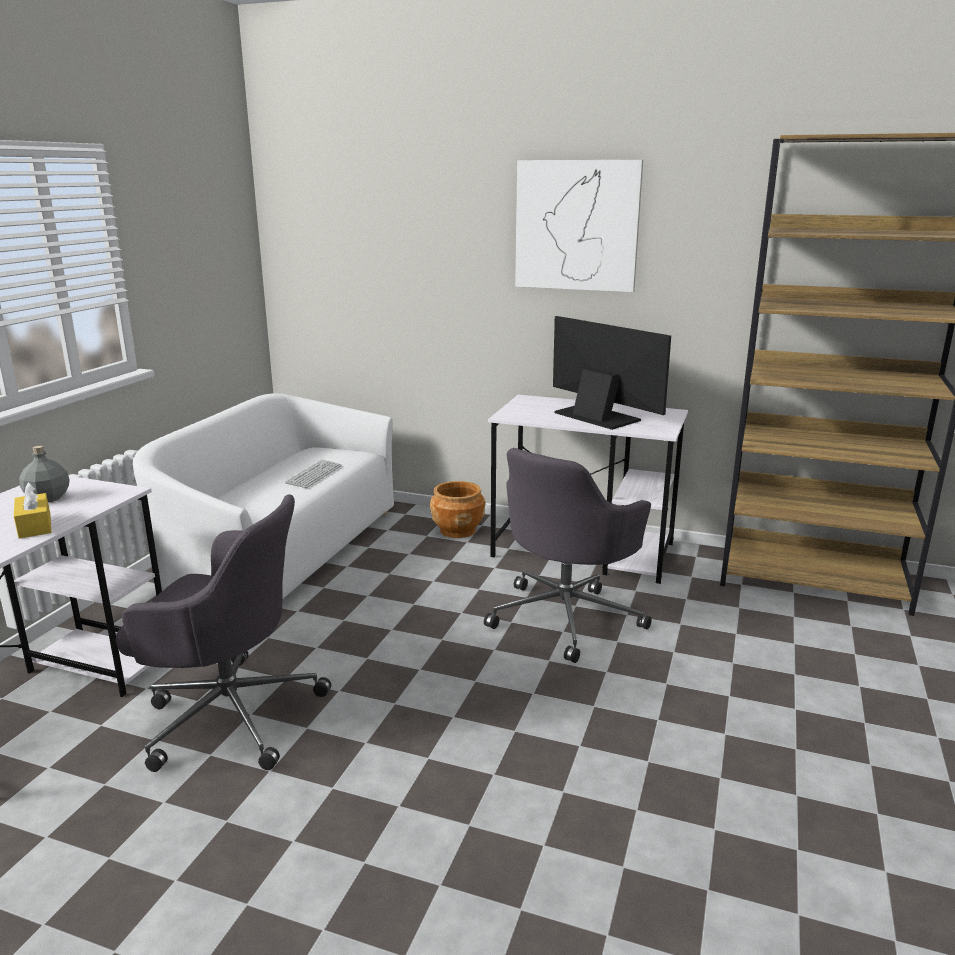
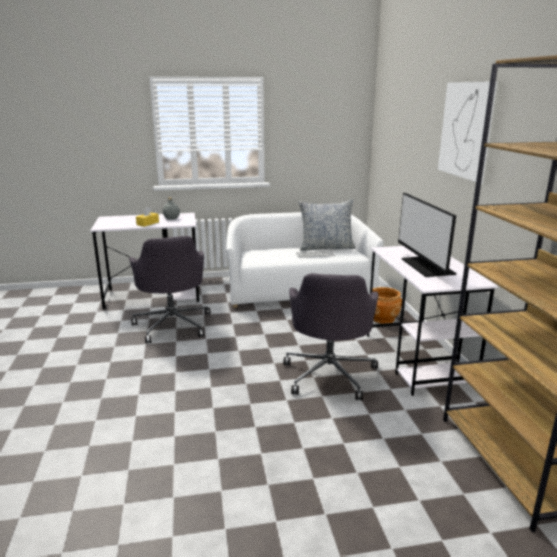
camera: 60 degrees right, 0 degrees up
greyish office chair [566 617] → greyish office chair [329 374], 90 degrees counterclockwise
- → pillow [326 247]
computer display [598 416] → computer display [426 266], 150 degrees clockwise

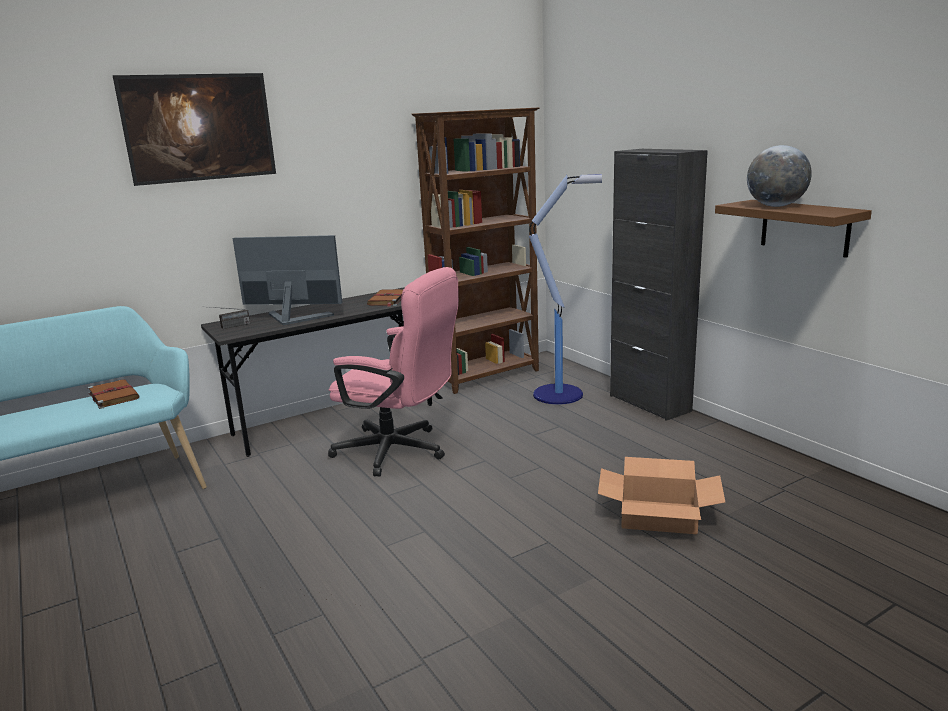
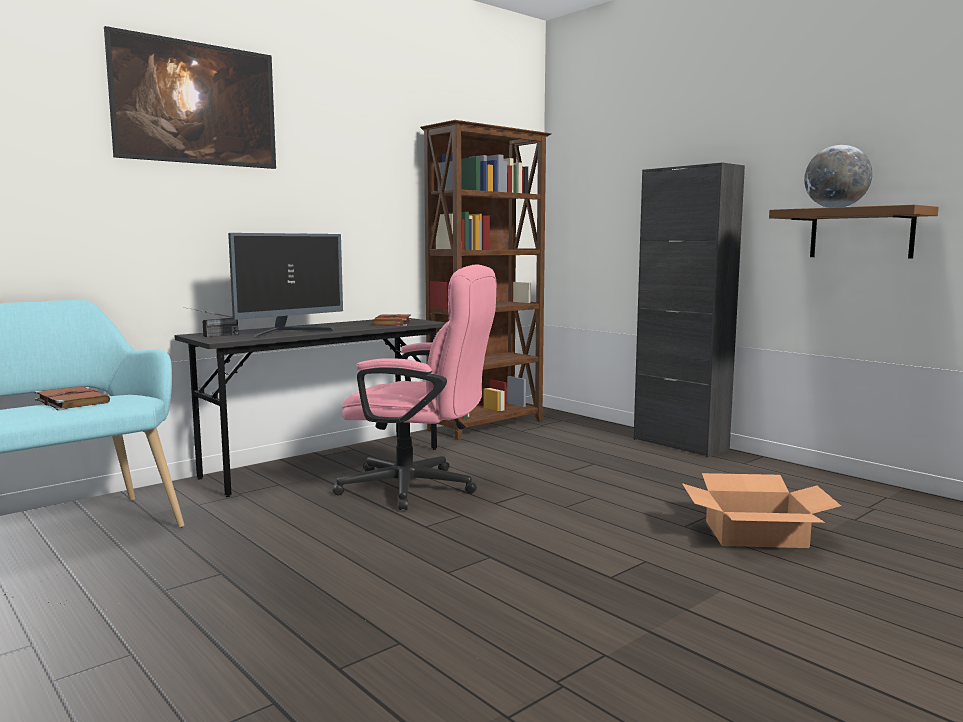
camera: 10 degrees left, 10 degrees down
computer display [292 319] → computer display [289 332], 135 degrees clockwise
standing lamp [560 394] → -

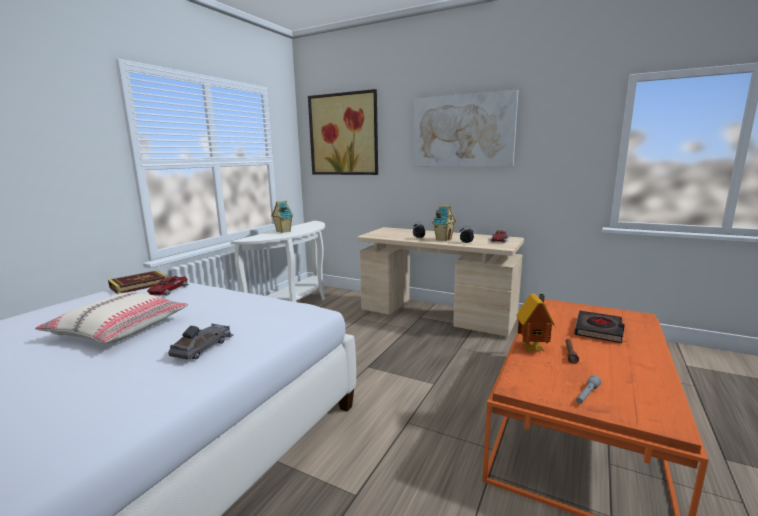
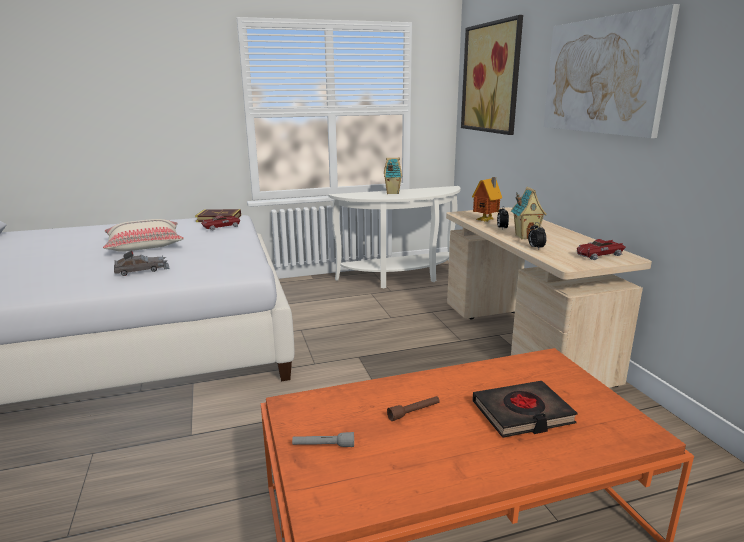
camera: 45 degrees right, 5 degrees up
toy house [533 348] → toy house [486 221], shifted

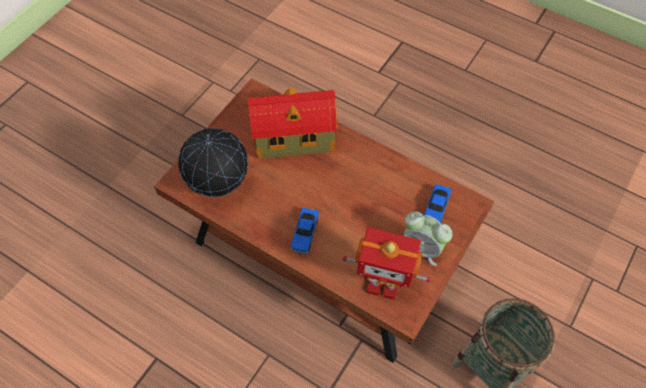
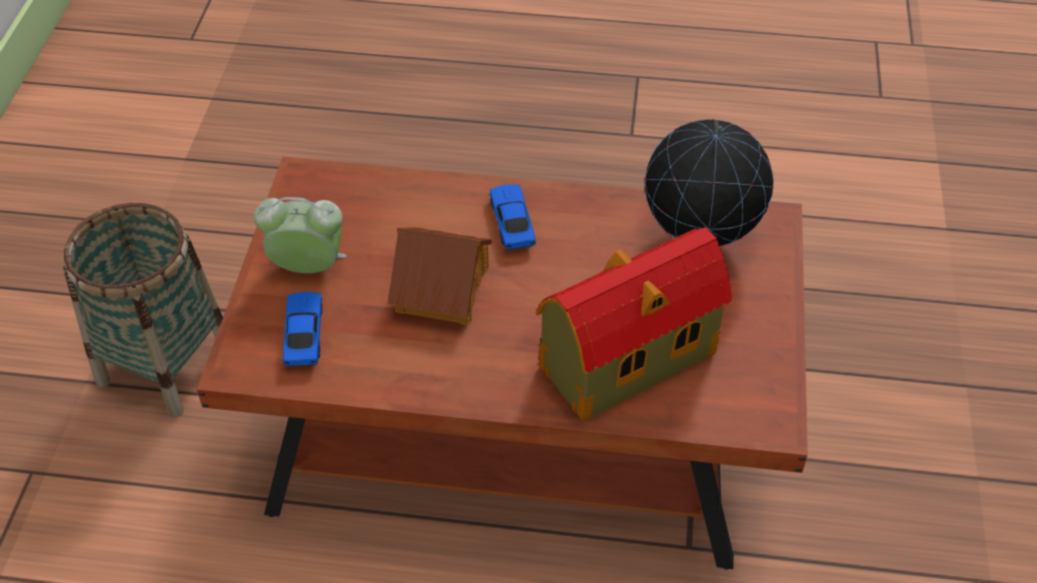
camera: 155 degrees right, 10 degrees down
- → toy house [440 288]
model robot [383 286] → -

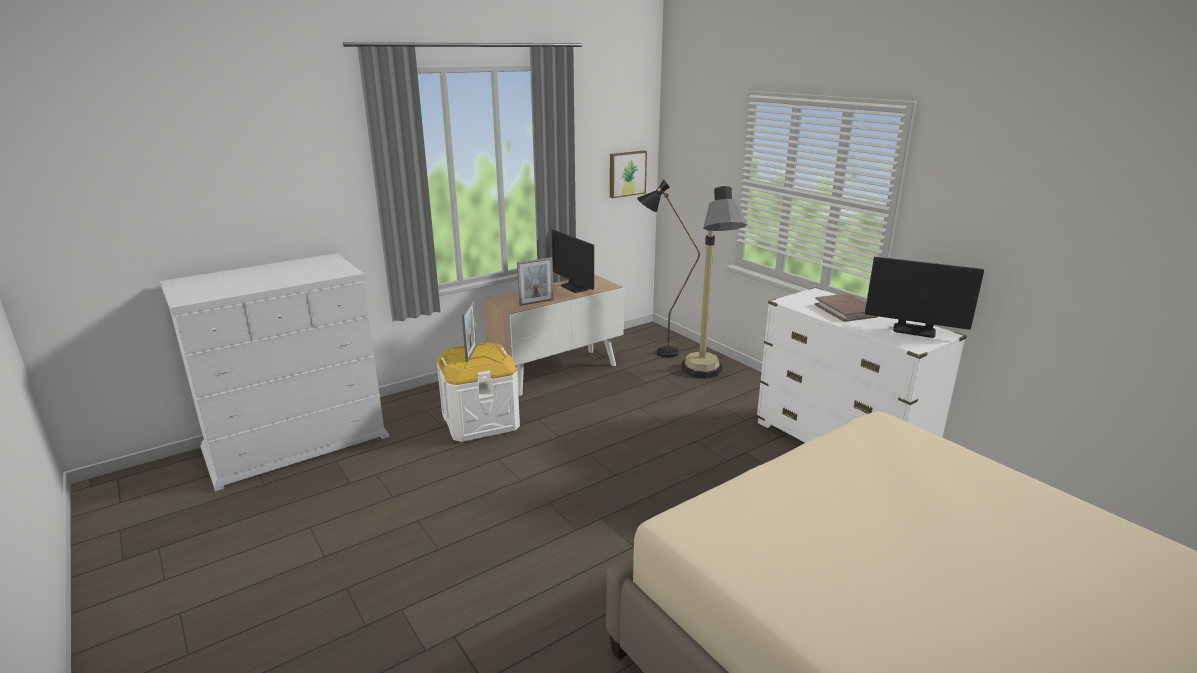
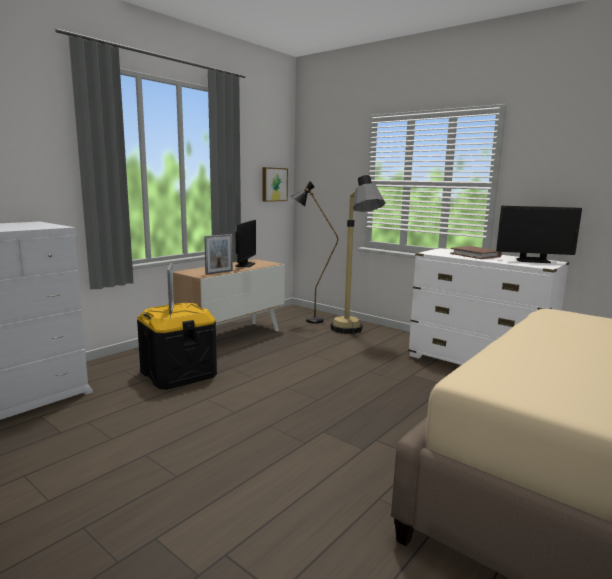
camera: 15 degrees left, 10 degrees down
whitish storage box [480 421] → black storage box [178 374]
computer display [574 287] → computer display [245 265], 120 degrees counterclockwise

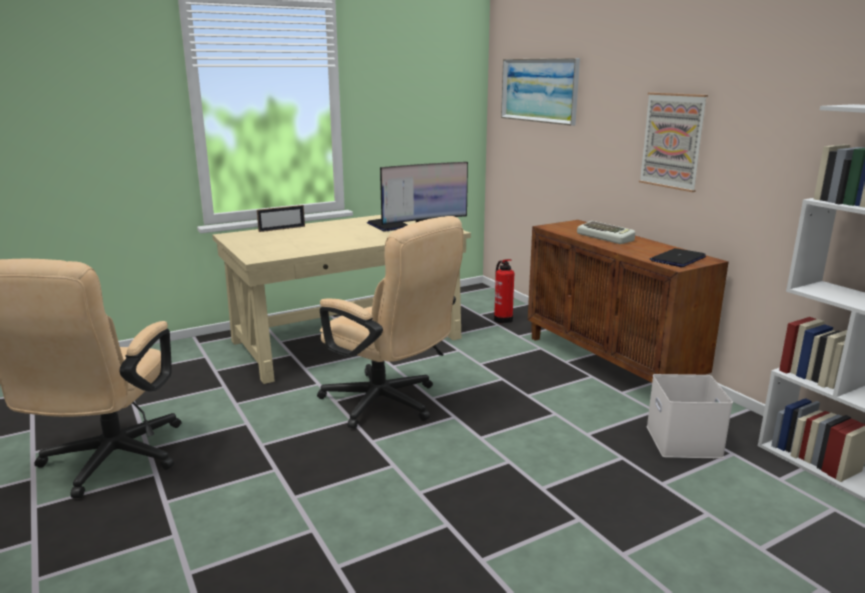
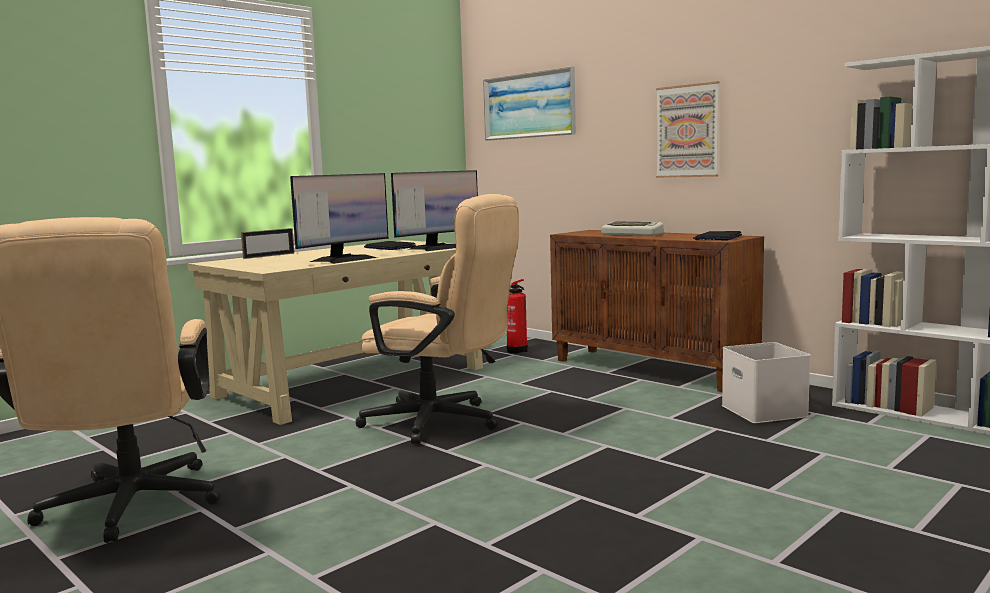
camera: 15 degrees left, 10 degrees down
- → computer display [344 259]

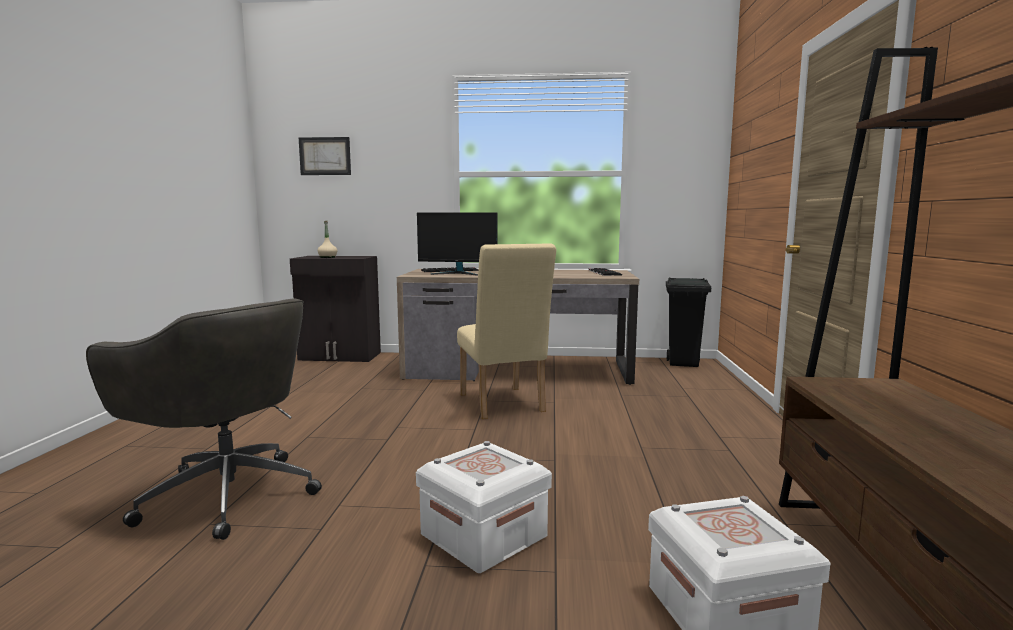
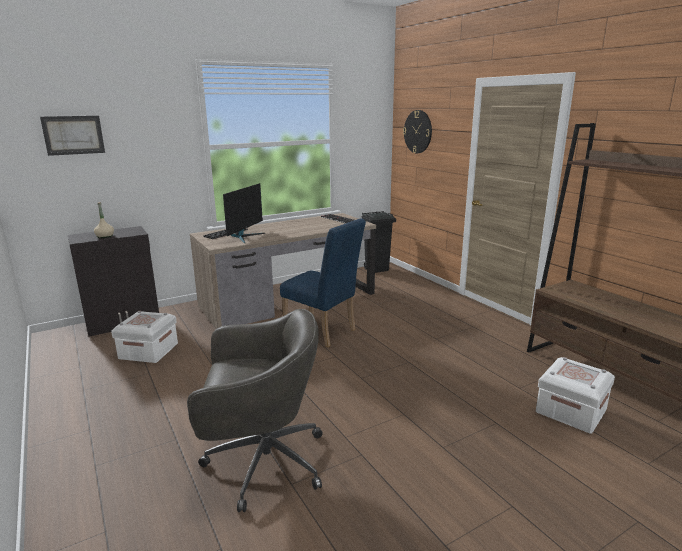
camera: 35 degrees left, 10 degrees up
whitish storage box [483 535] → whitish storage box [148 351], shifted
computer display [458 273] → computer display [245 237], 45 degrees counterclockwise
beige-coloured chair [503 405] → blue-coloured chair [323 332]
- → clock on the wall [418 131]

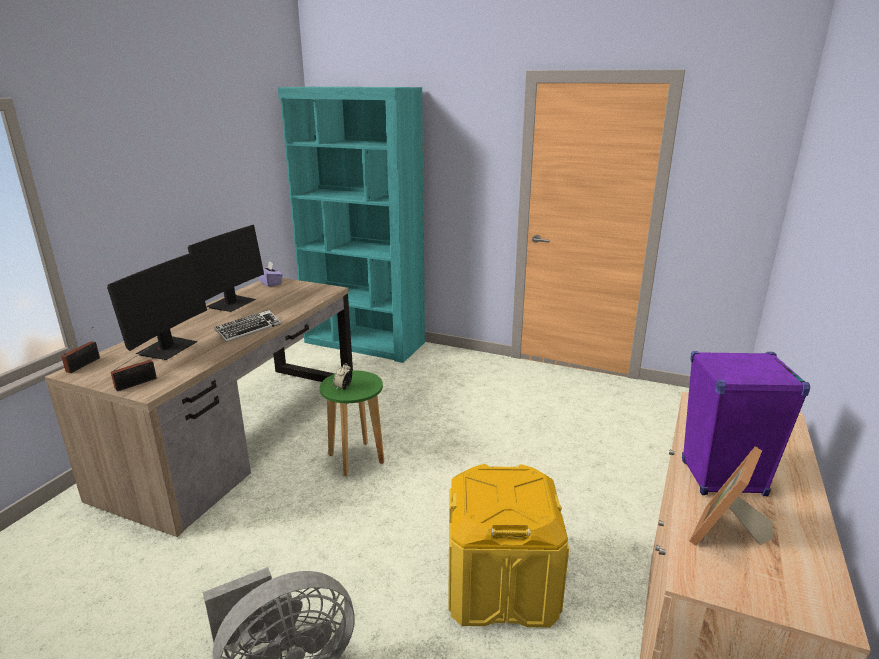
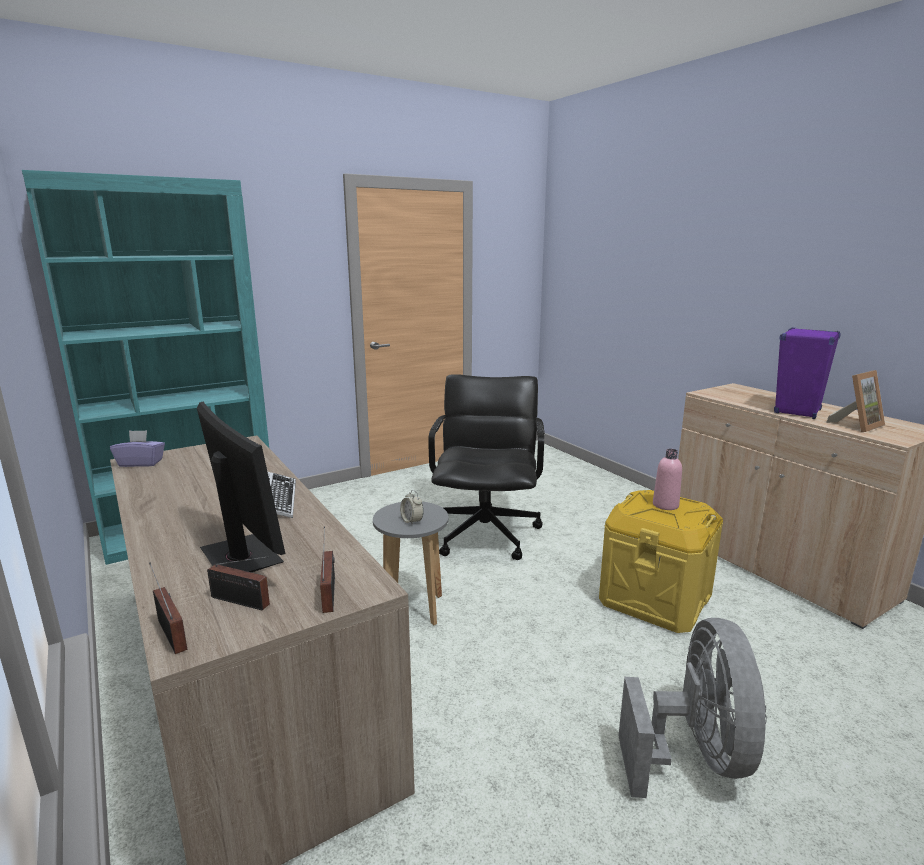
camera: 55 degrees left, 5 degrees down
- → radio [242 602]
green-coloured stool [356 459] → greyish stool [413 609]
- → black office chair [485 533]
- → pink-coloured bottle [665 505]
picture frame [726 535] → picture frame [857 425], 105 degrees counterclockwise
computer display [232 304] → -

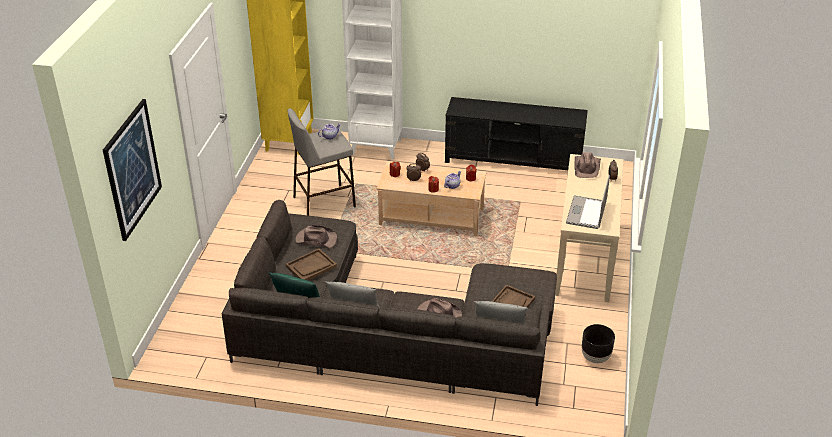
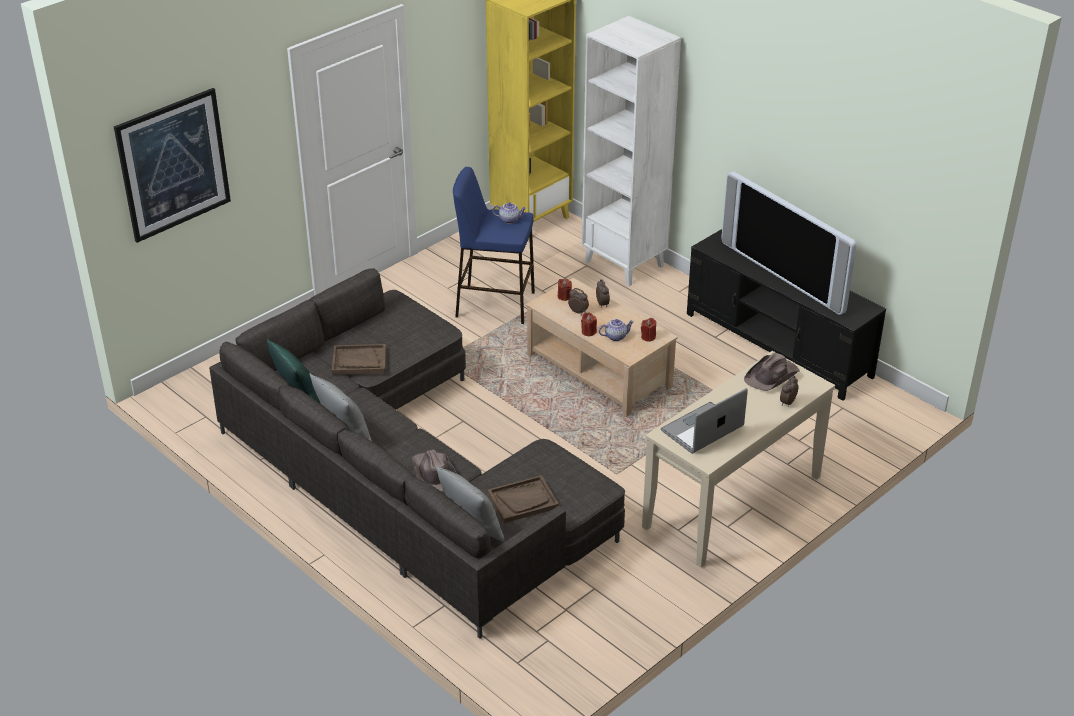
camera: 35 degrees right, 0 degrees up
greyish stool [323 202] → blue-coloured stool [494 304]
- → TV [785 275]
brown hat [315 239] → -
black plant pot [595 357] → -

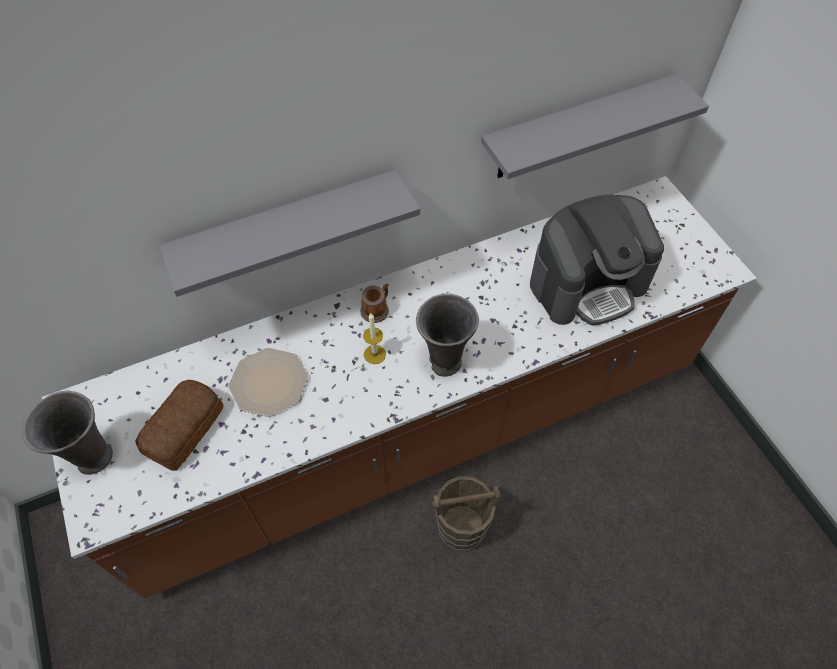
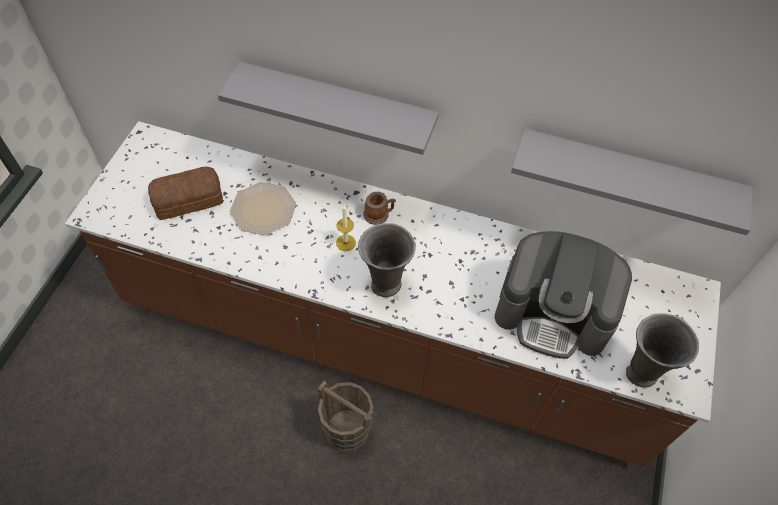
camera: 40 degrees right, 0 degrees up
greyish flower vase [93 459] → greyish flower vase [640 373], shifted

